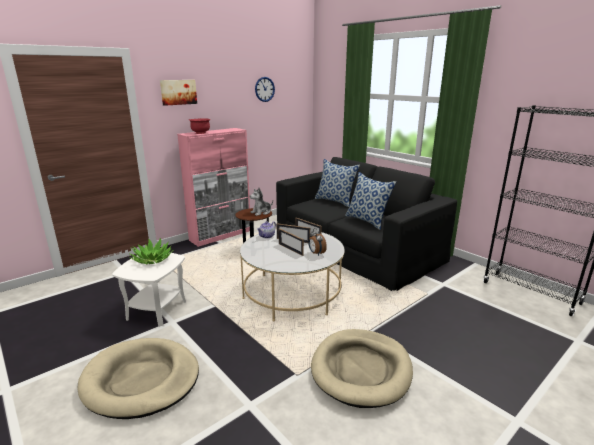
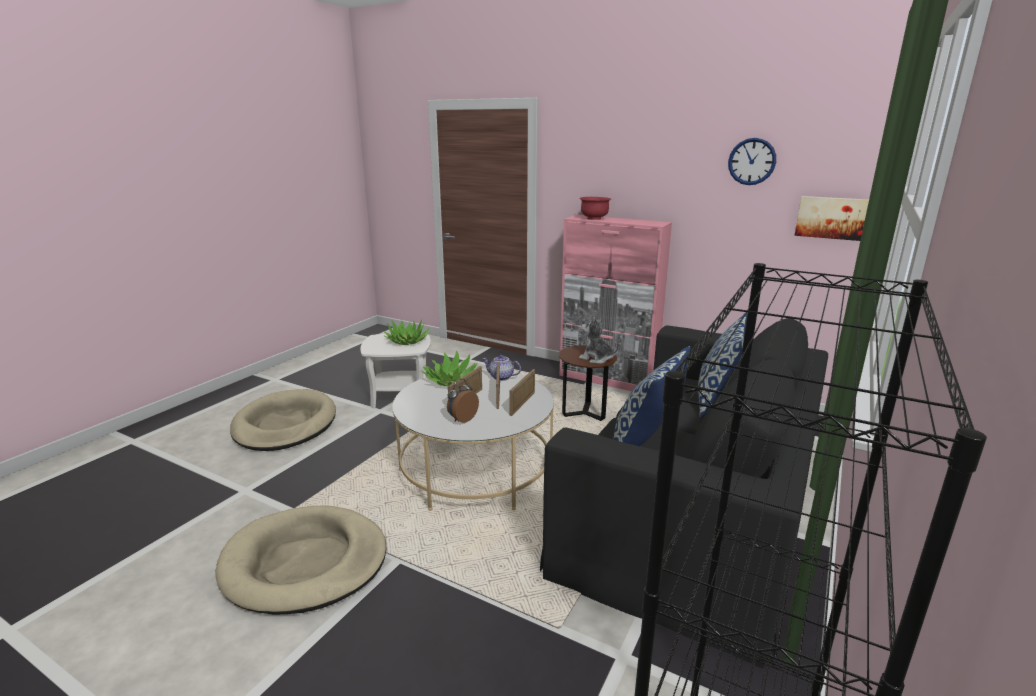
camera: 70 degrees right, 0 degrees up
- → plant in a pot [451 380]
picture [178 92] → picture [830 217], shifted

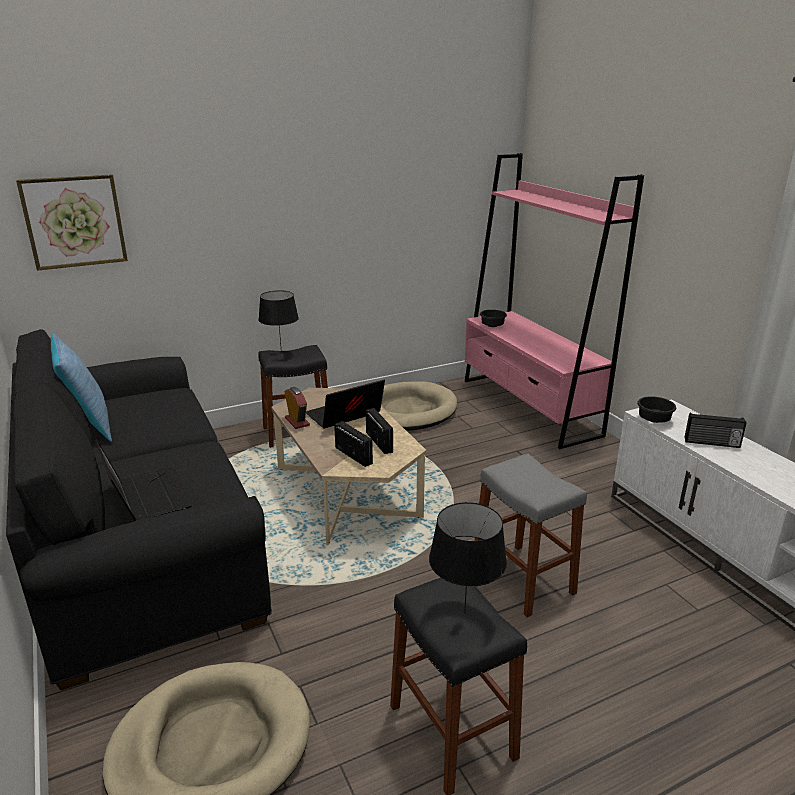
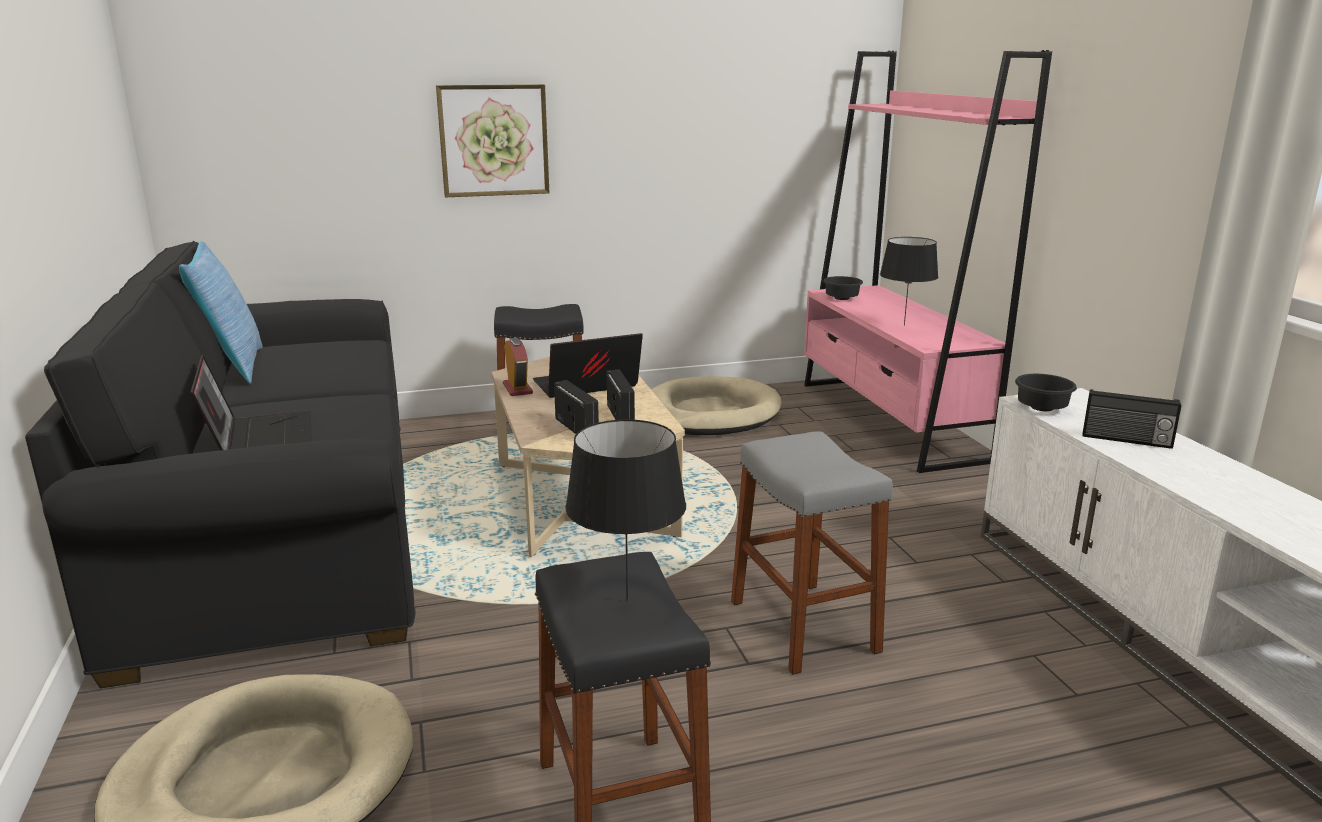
camera: 10 degrees right, 5 degrees down
picture [74 222] → picture [494 140], shifted
black lamp for a table [281 352] → black lamp for a table [904 325], shifted

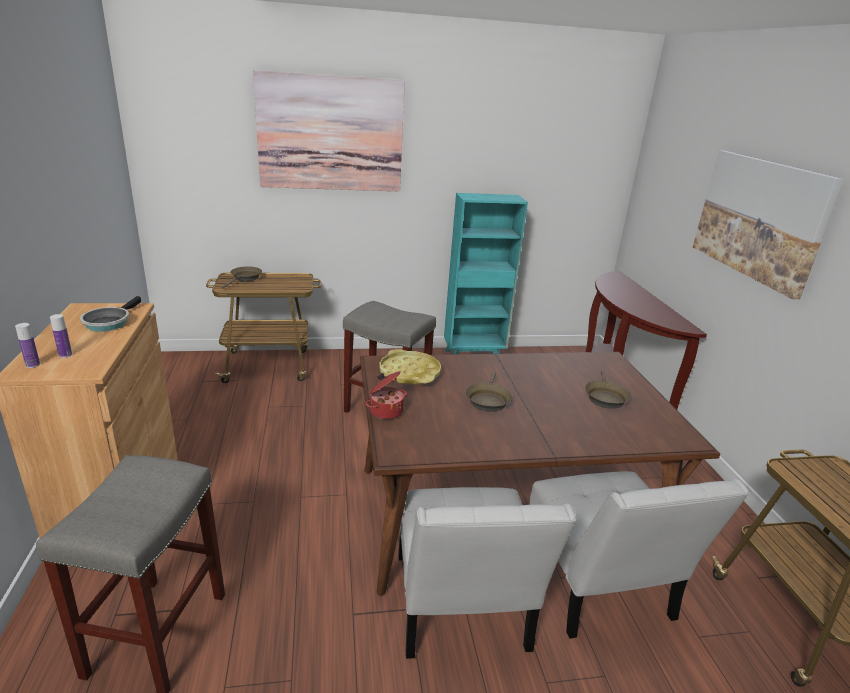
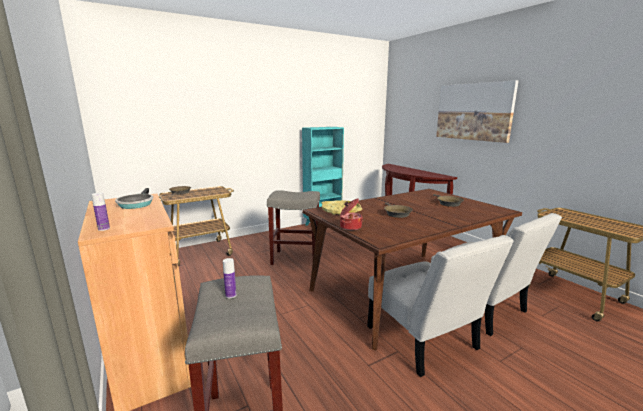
camera: 20 degrees left, 10 degrees down
bottle [65 355] → bottle [231 295], shifted
picture [331 133] → -

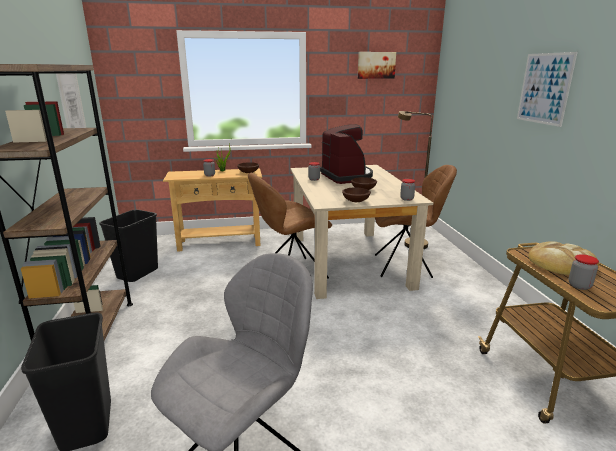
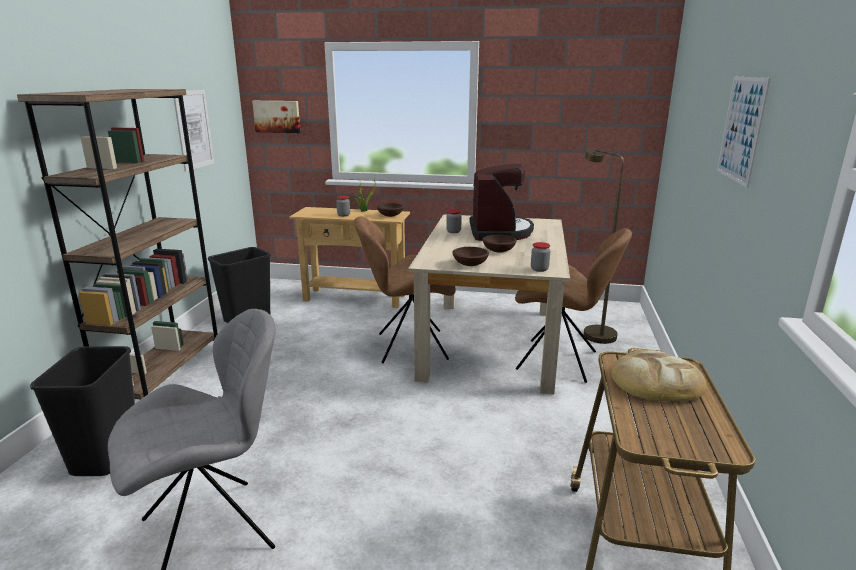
camera: 20 degrees right, 0 degrees up
picture [376 65] → picture [277 116], shifted
preserve jar [579 285] → -

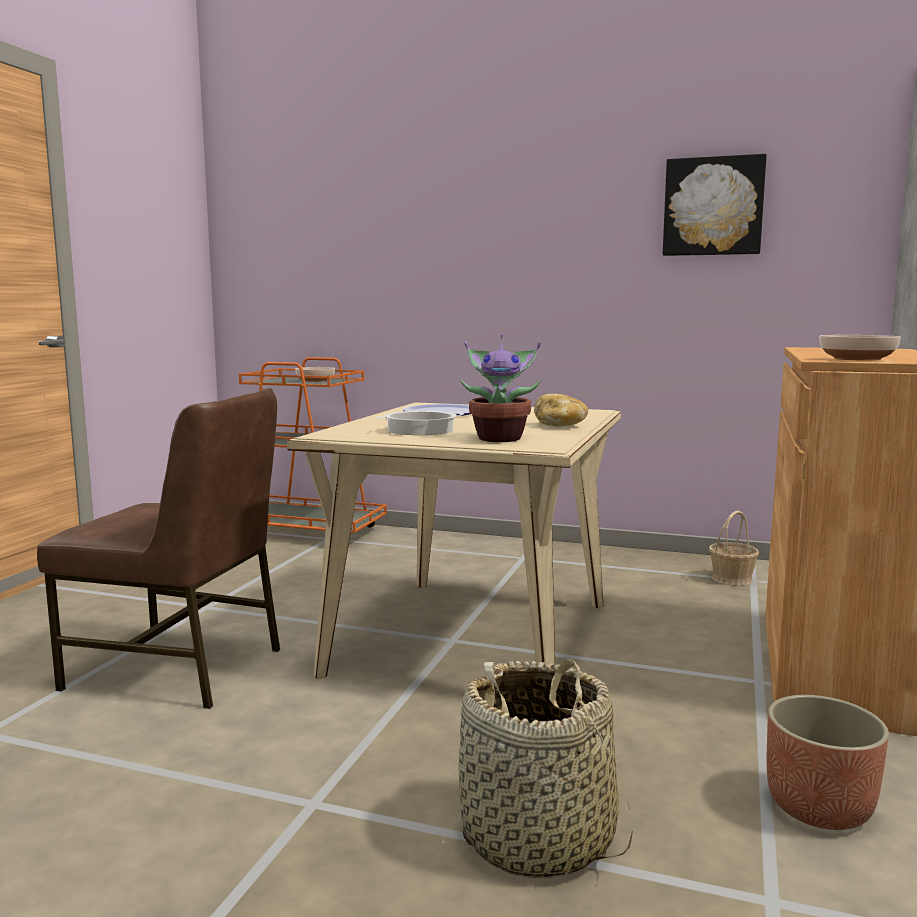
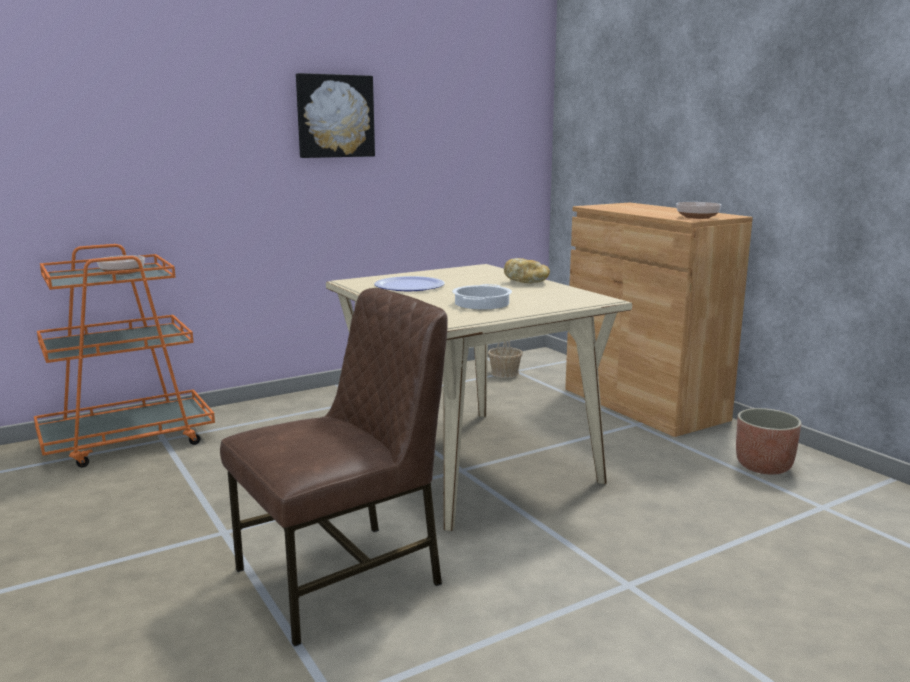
camera: 50 degrees left, 5 degrees up
picture [713 207] → picture [334 116], shifted
storage basket [538 838] → -
plant in a pot [500 438] → -

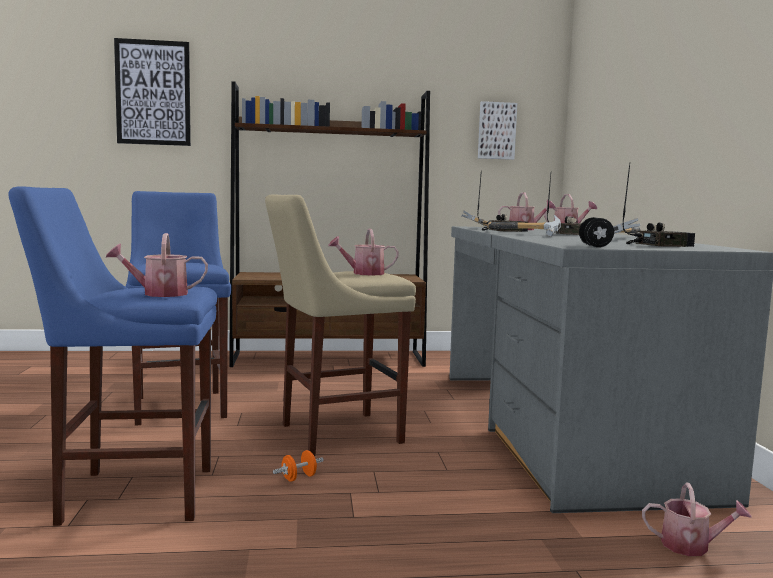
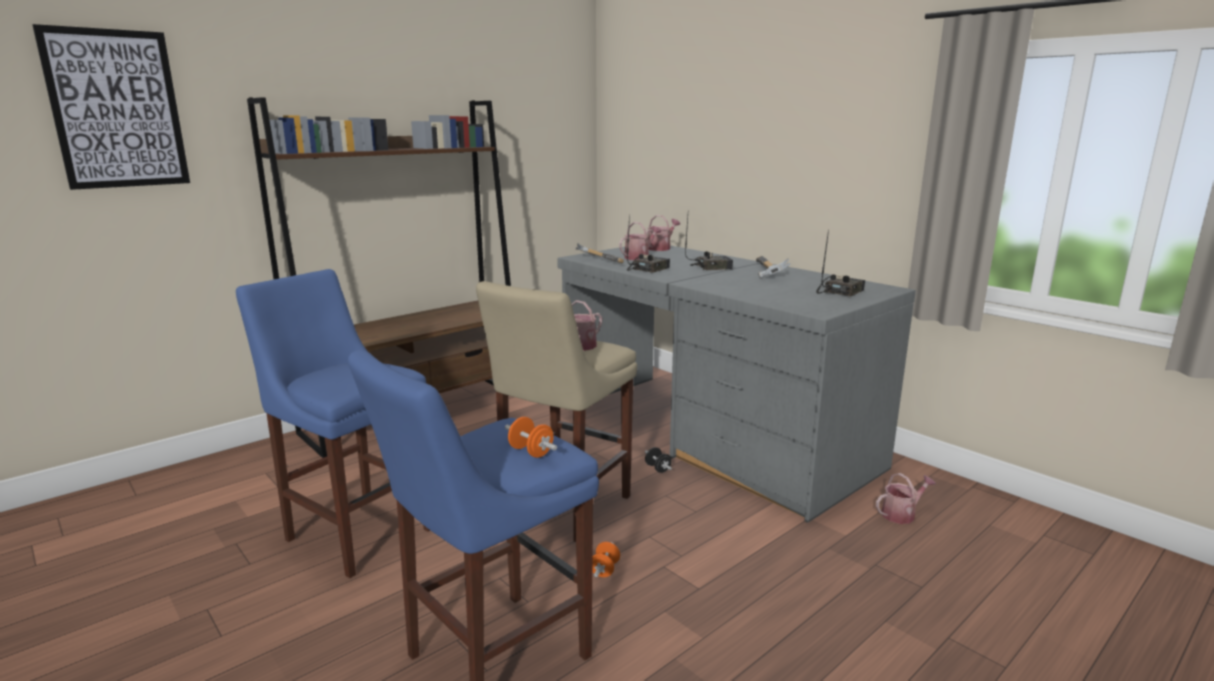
camera: 35 degrees left, 10 degrees up
watering can [159 294] → orange-coloured dumbbell [531 452]
black dumbbell [595 246] → black dumbbell [658 468], shifted
picture [496 131] → -
hammer [524 234] → -

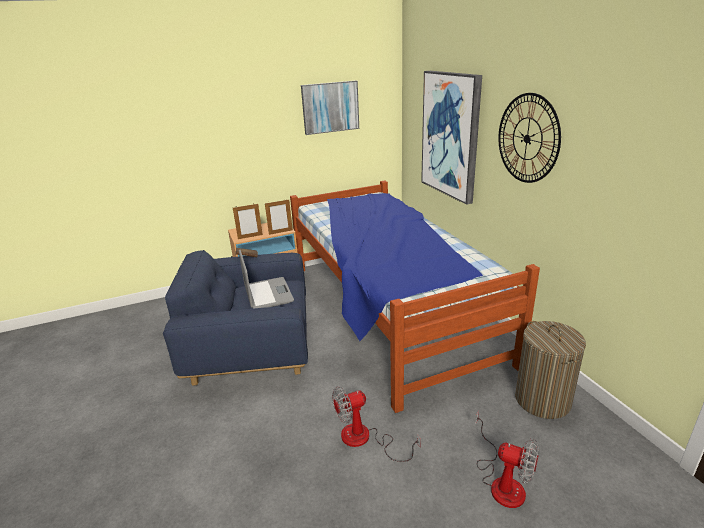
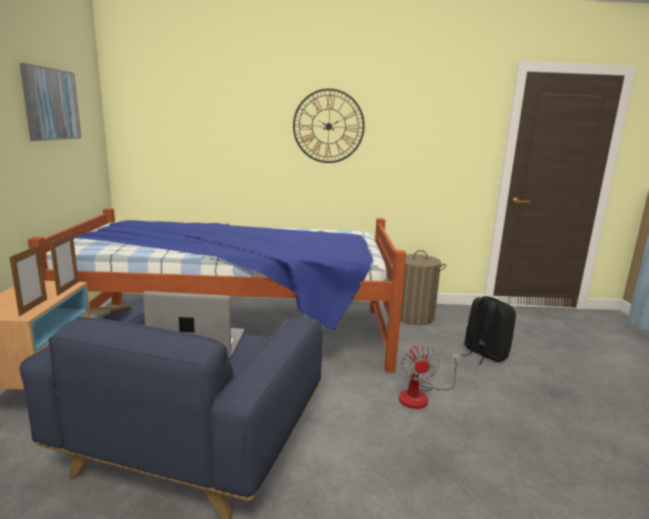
camera: 70 degrees left, 10 degrees down
electric fan [502 481] → black knapsack [484 354]
picture [450 135] → -

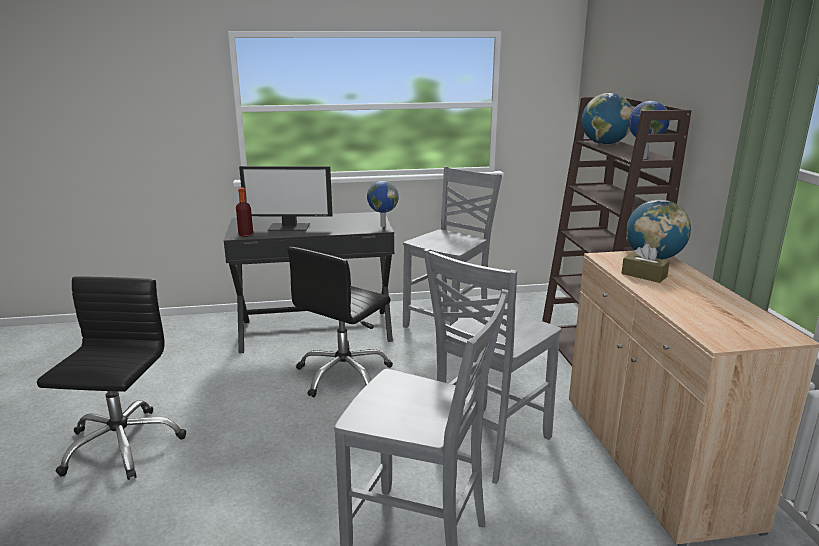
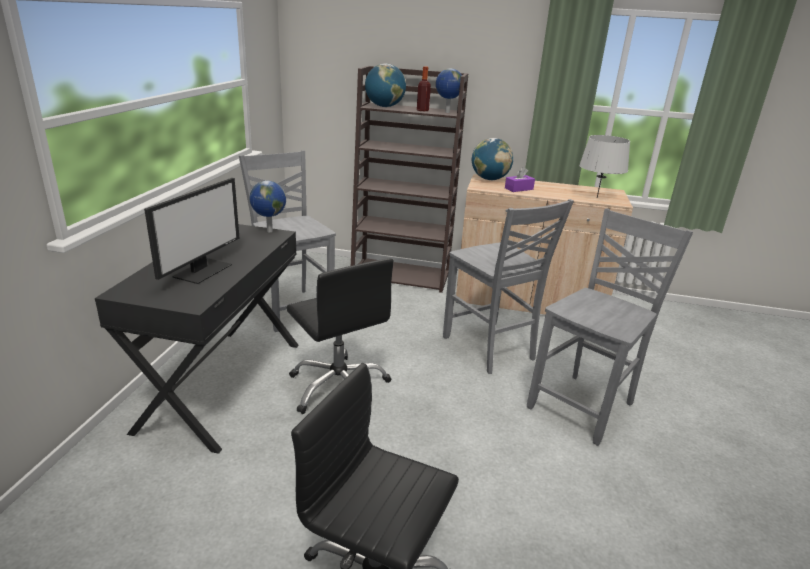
camera: 70 degrees left, 5 degrees up
bottle [246 234] → bottle [422 110], shifted
brown tissue box [644 275] → purplish tissue box [519 189]
- → greyish lamp for a table [596 197]

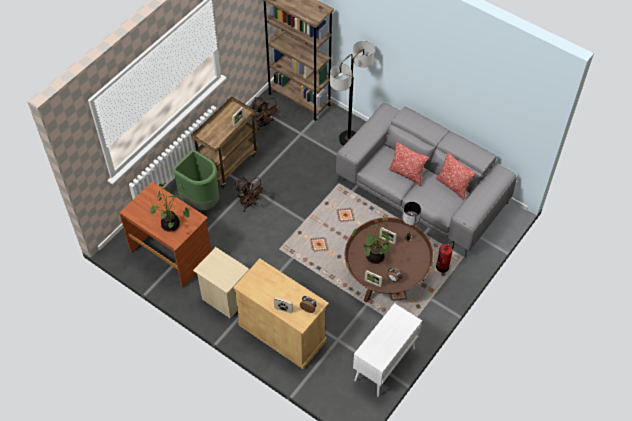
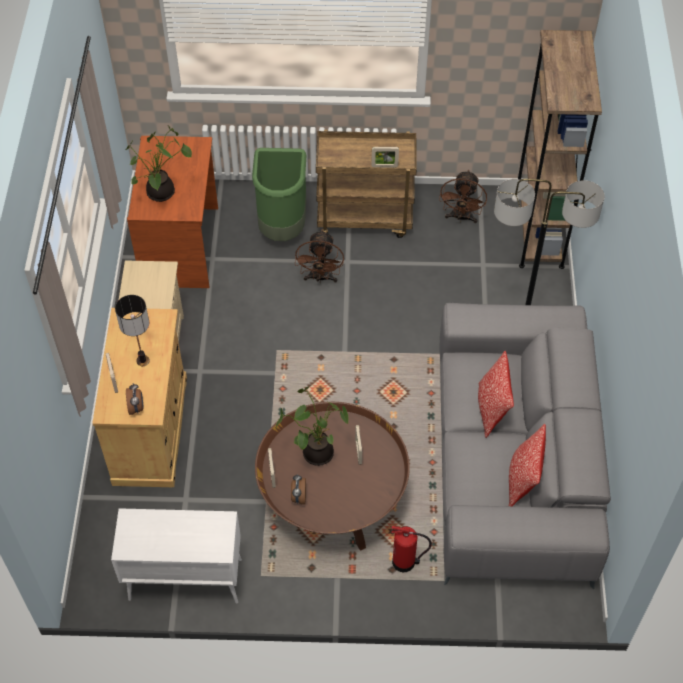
camera: 55 degrees right, 0 degrees up
lamp for a table [408 239] → lamp for a table [142 361], shifted

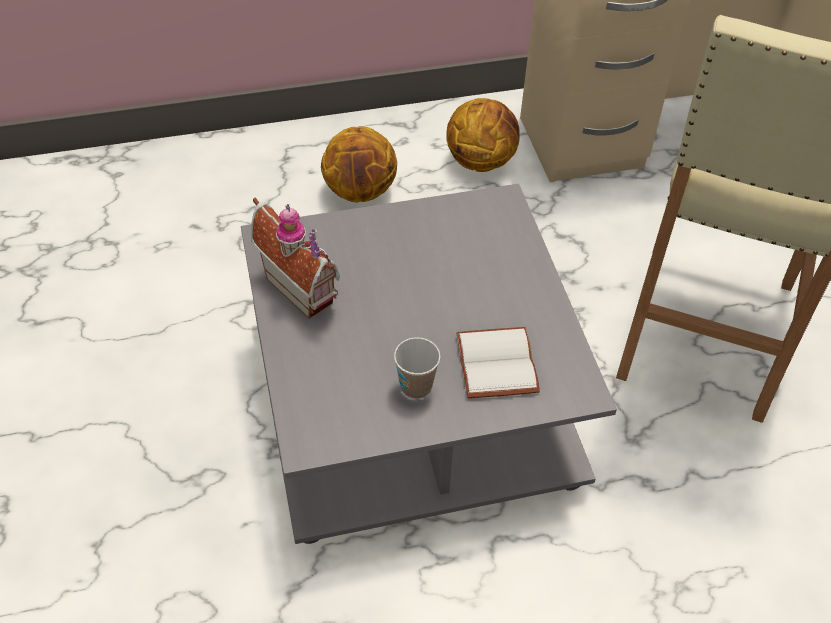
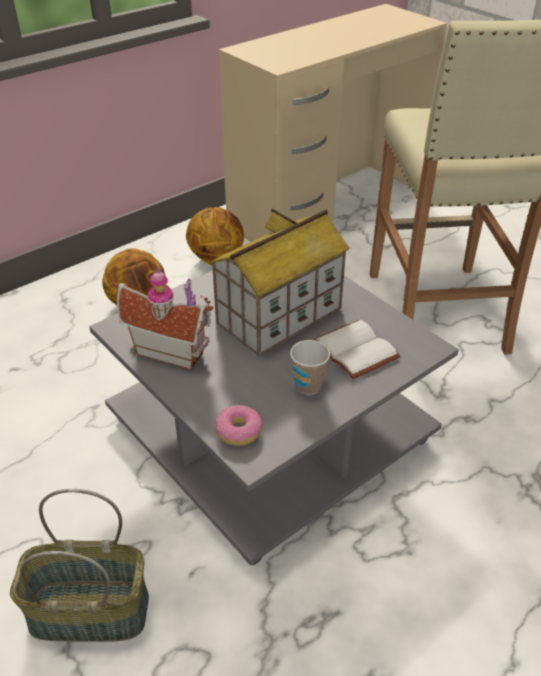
camera: 25 degrees left, 10 degrees down
- → storage basket [88 613]
- → toy house [279 316]
- → doughnut [239 431]

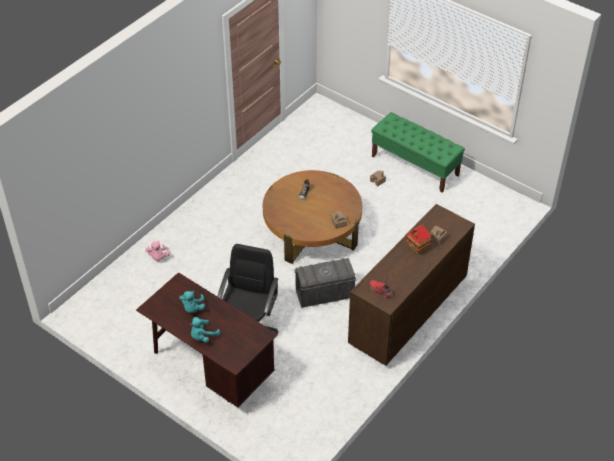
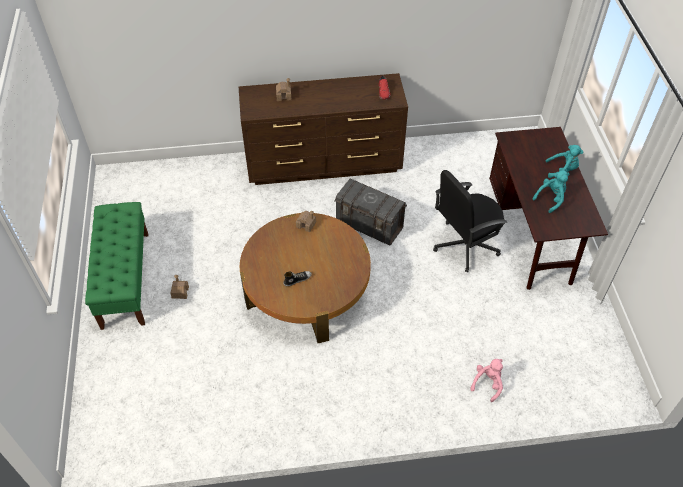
camera: 135 degrees left, 5 degrees up
toy house [417 247] → -

